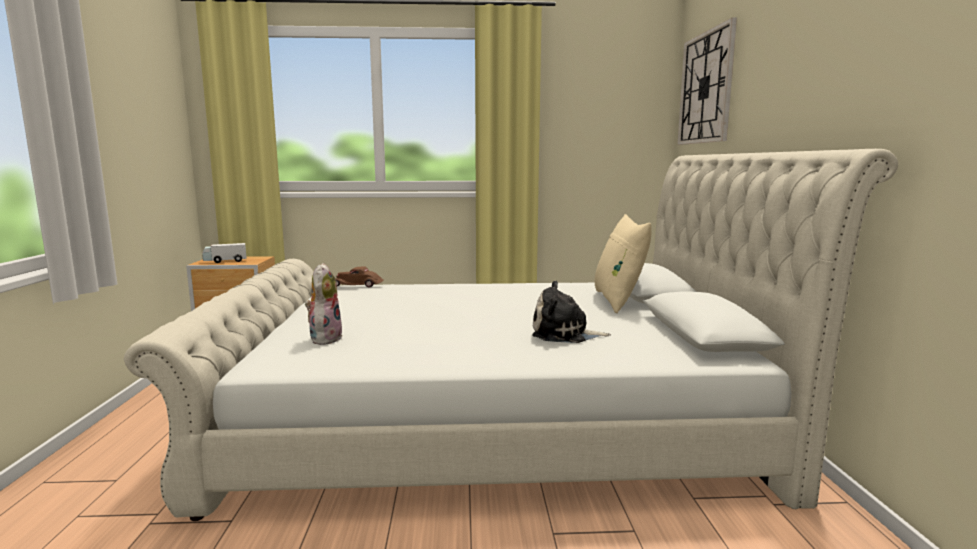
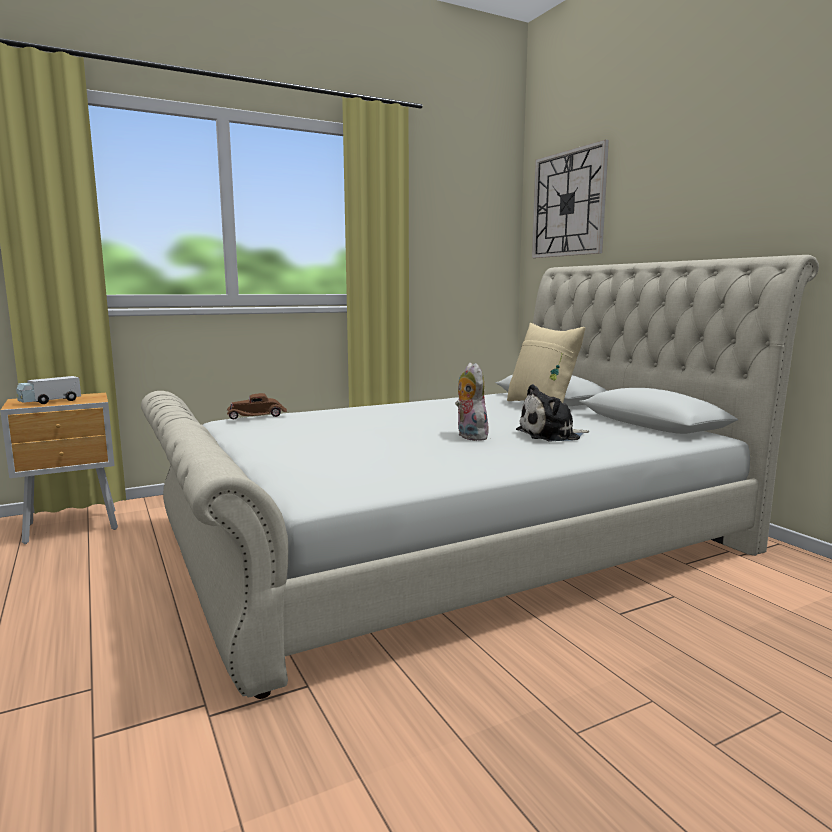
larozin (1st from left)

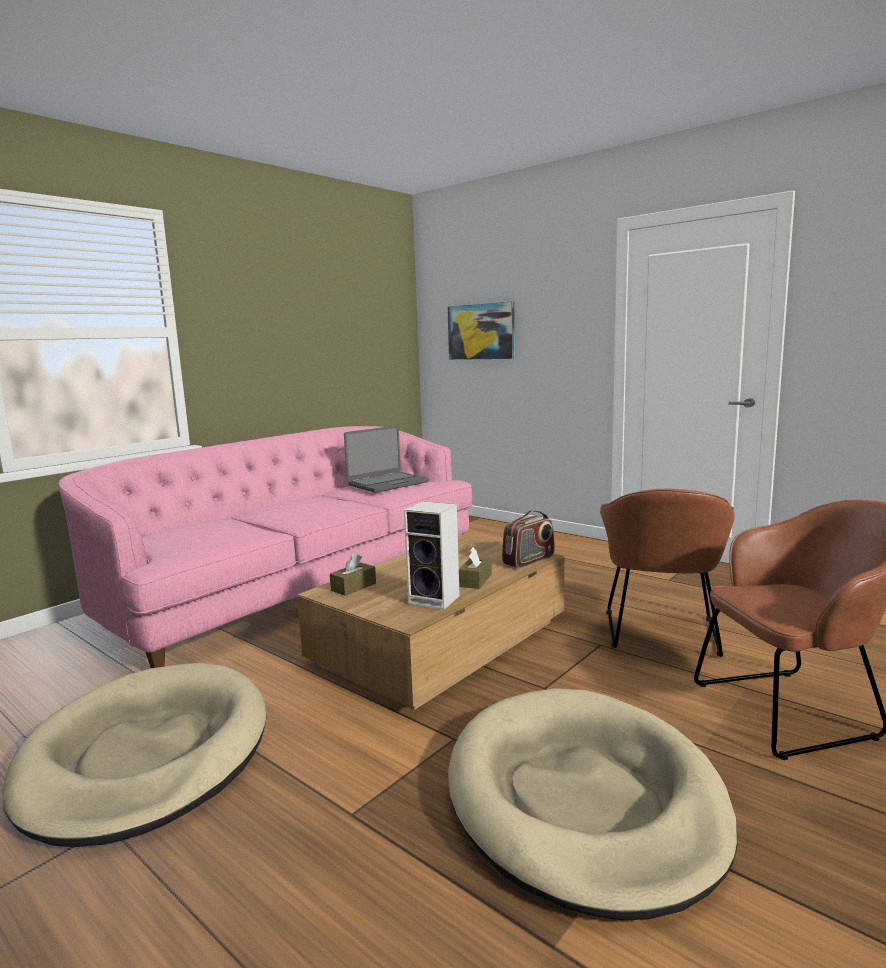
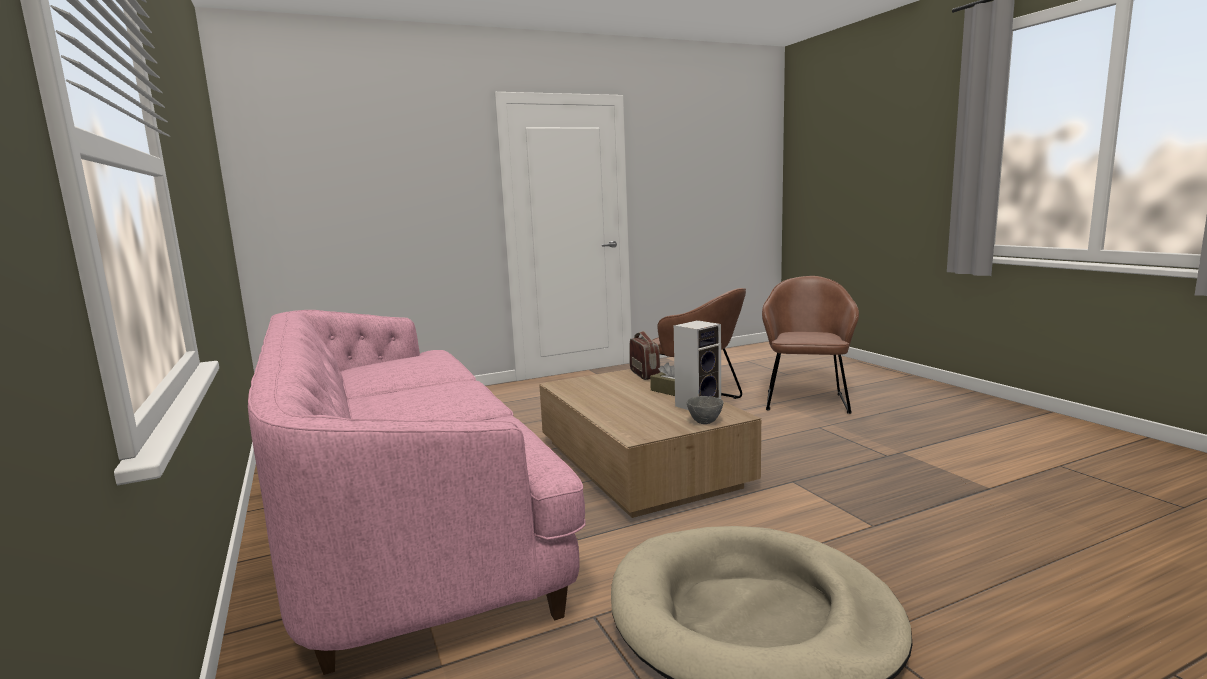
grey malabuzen
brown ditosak (1st from left in the first image)
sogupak
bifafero
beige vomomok (2nd from left in the first image)

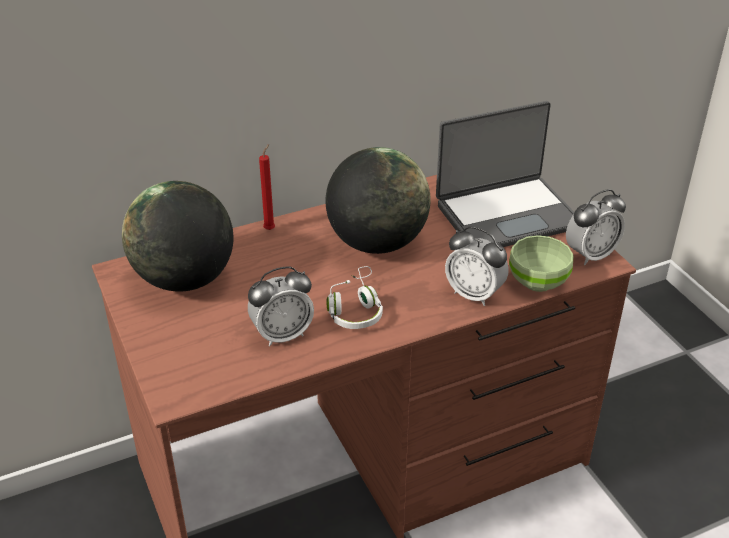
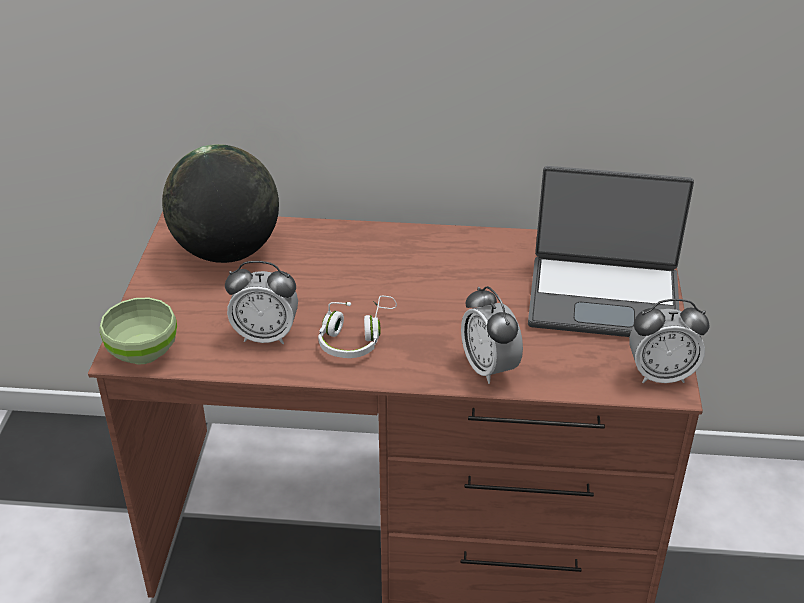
green malabuzen
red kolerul
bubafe (2nd from left in the first image)

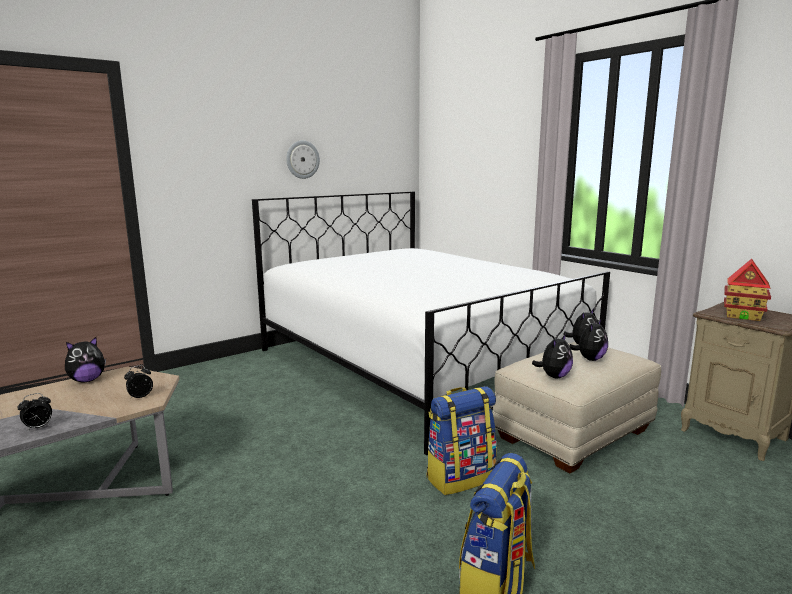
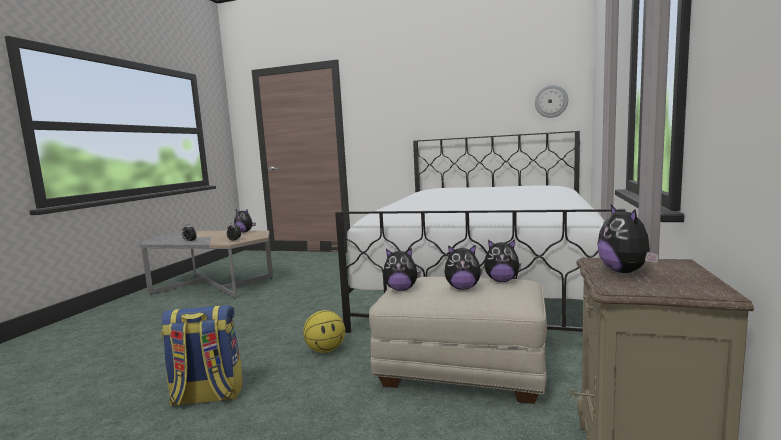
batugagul
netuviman
larozin (5th from left)

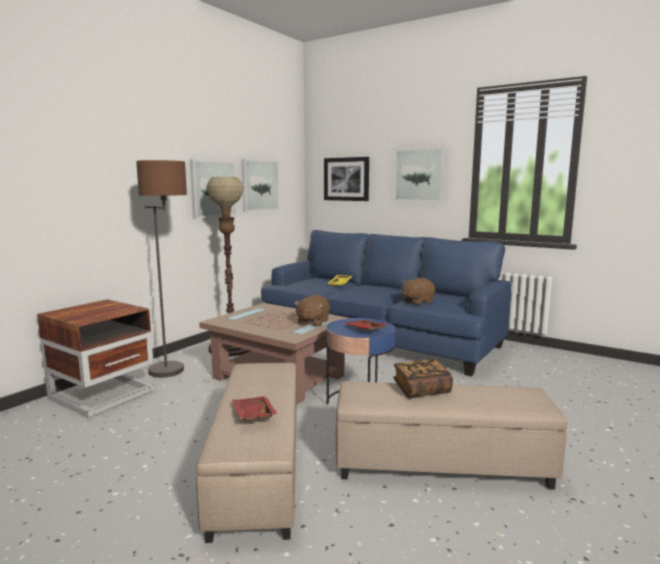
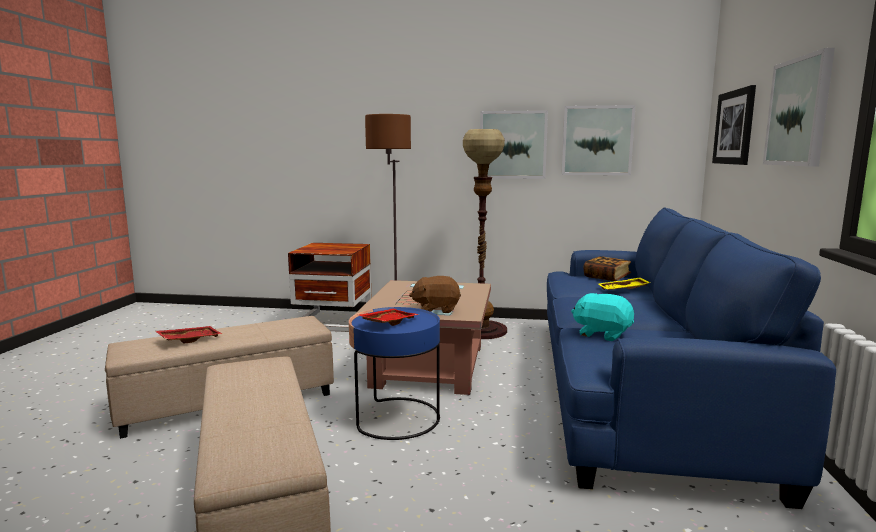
turquoise larozin
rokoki

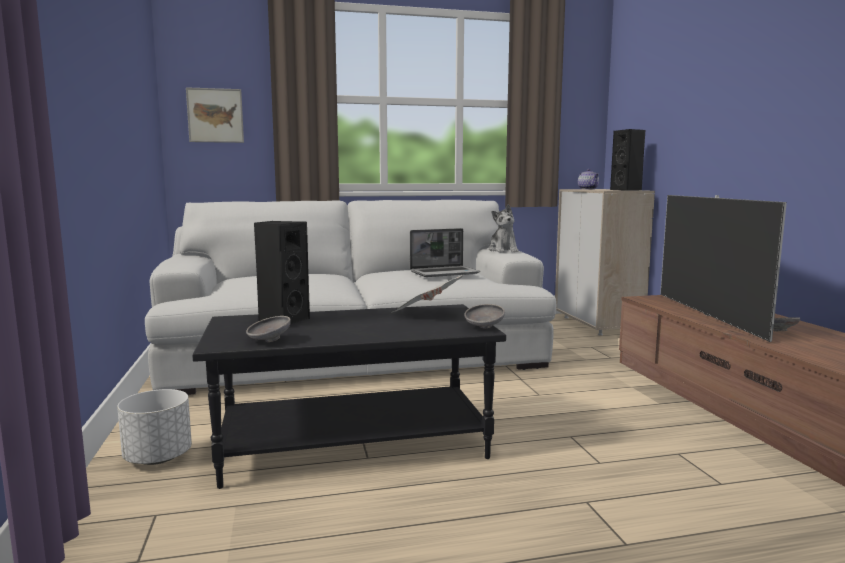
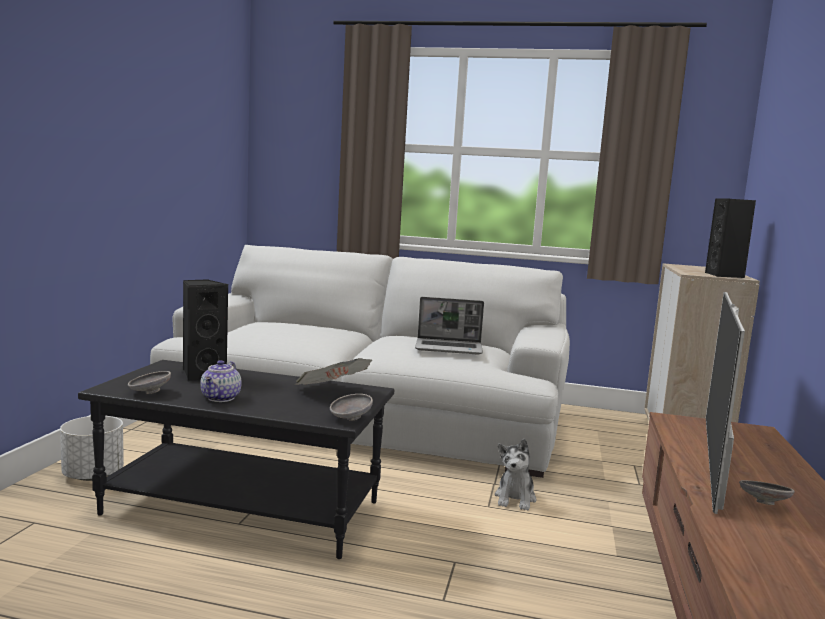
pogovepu
larozin
bifafero

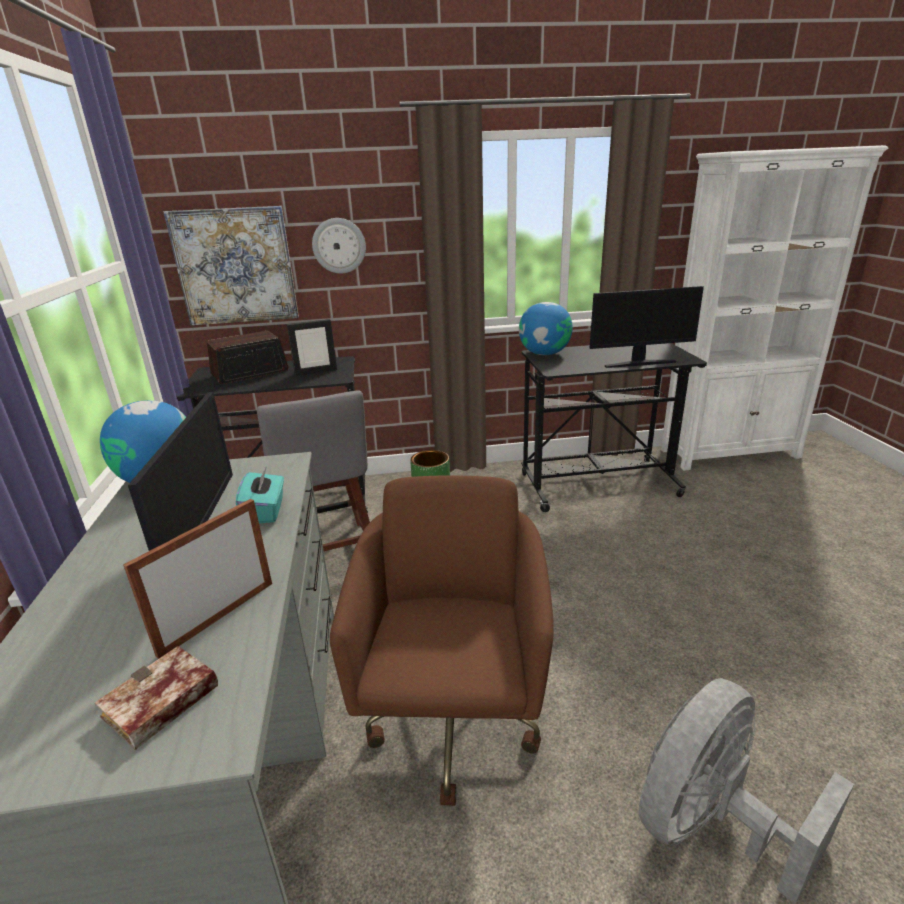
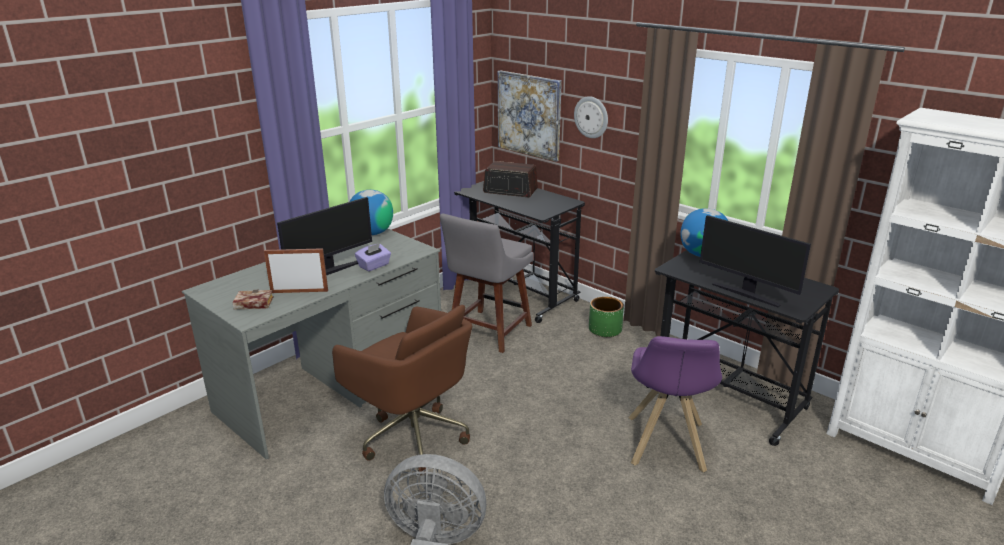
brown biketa
purple ditosak
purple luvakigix
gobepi (2nd from left in the first image)

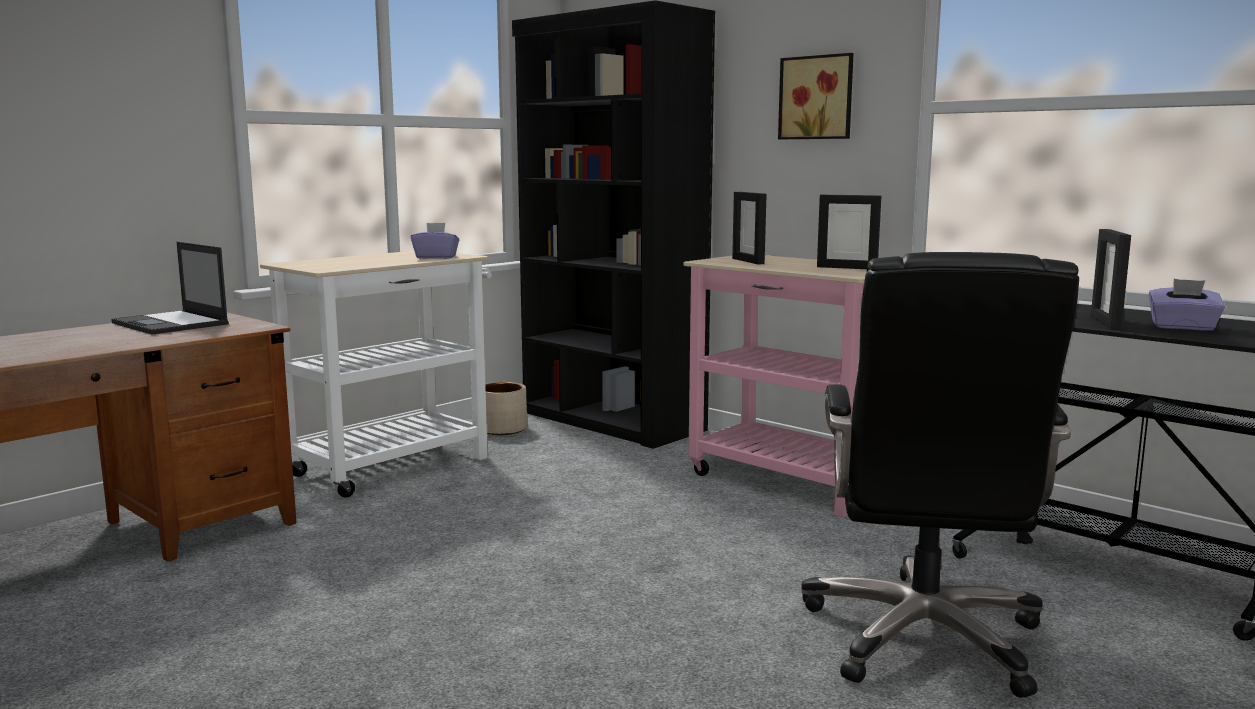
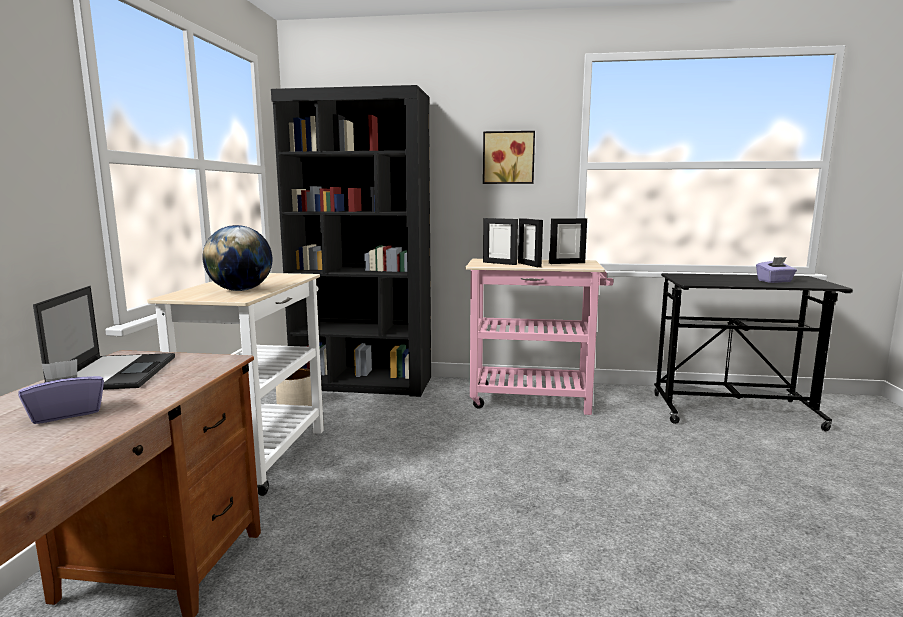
purple ditosak (1st from left)
sogupak
bubafe
gobepi (2nd from left)
black biketa

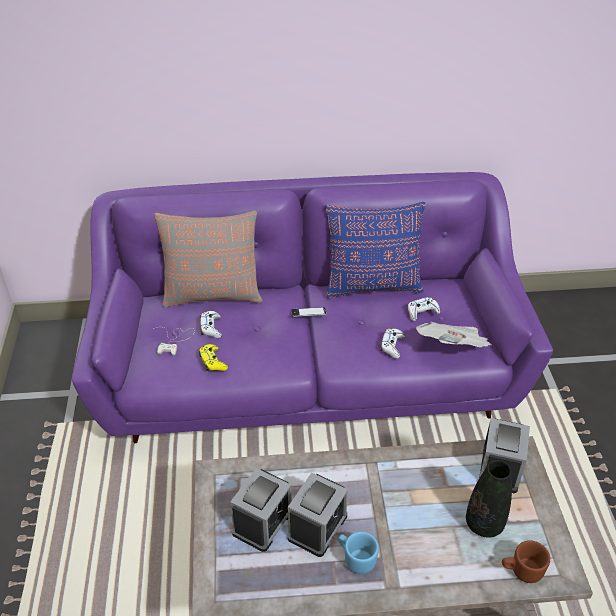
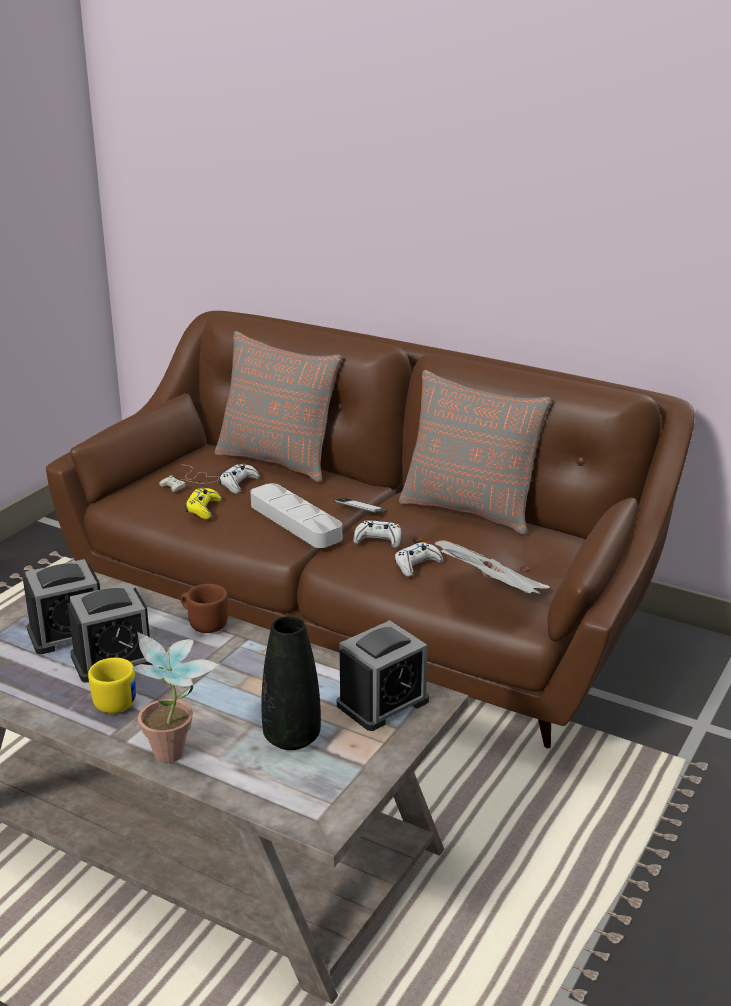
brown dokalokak
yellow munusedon
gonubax
brown munusedon
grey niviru
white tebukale (3rd from left)
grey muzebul (2nd from left)

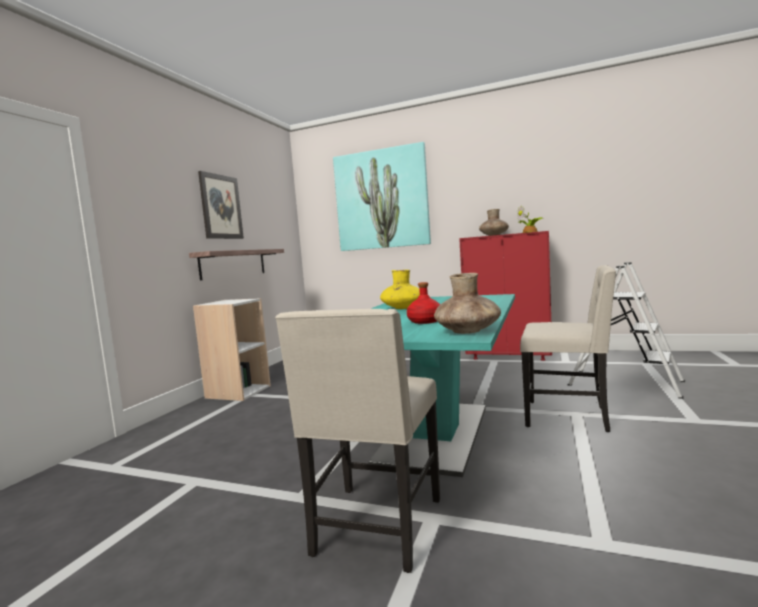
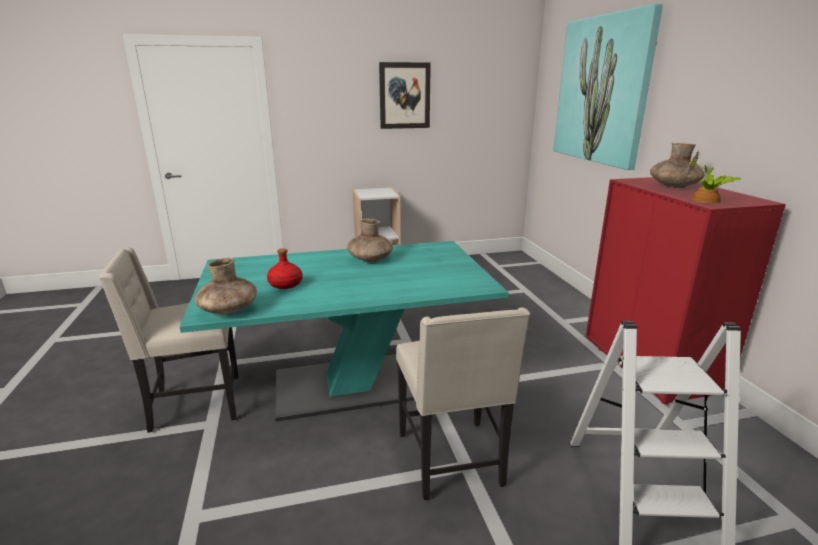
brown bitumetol (2nd from left)
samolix

